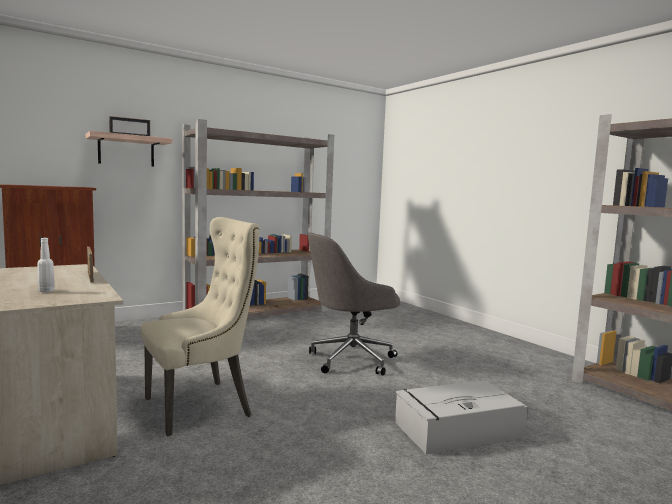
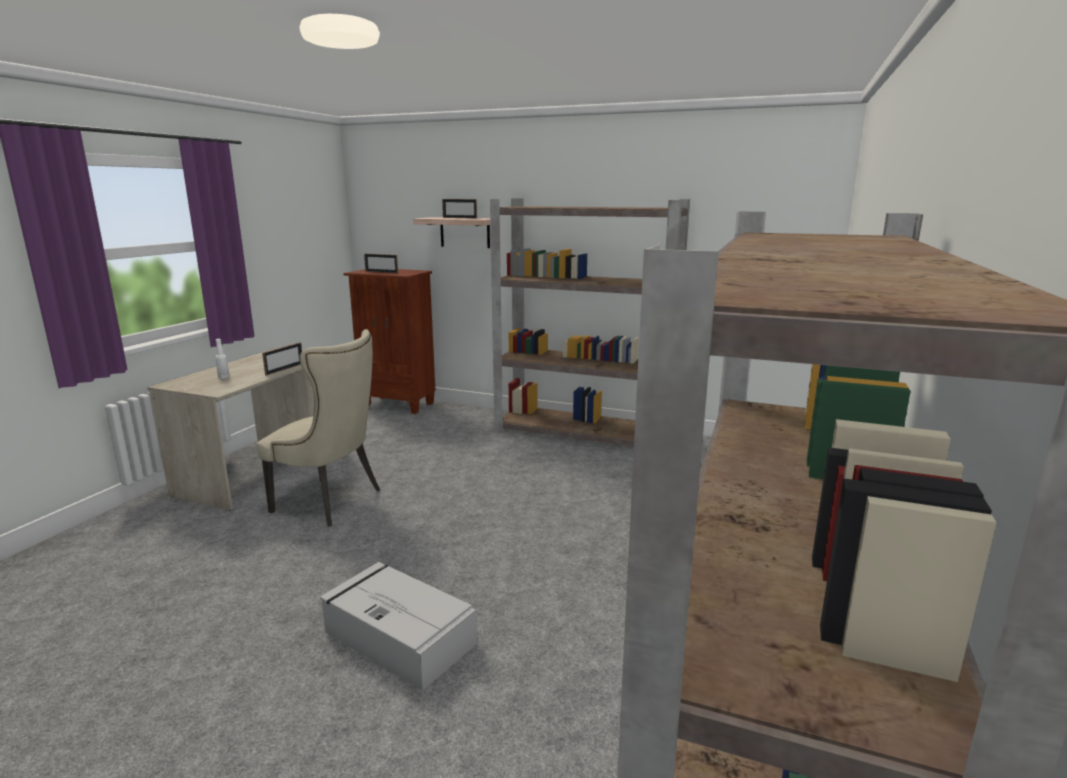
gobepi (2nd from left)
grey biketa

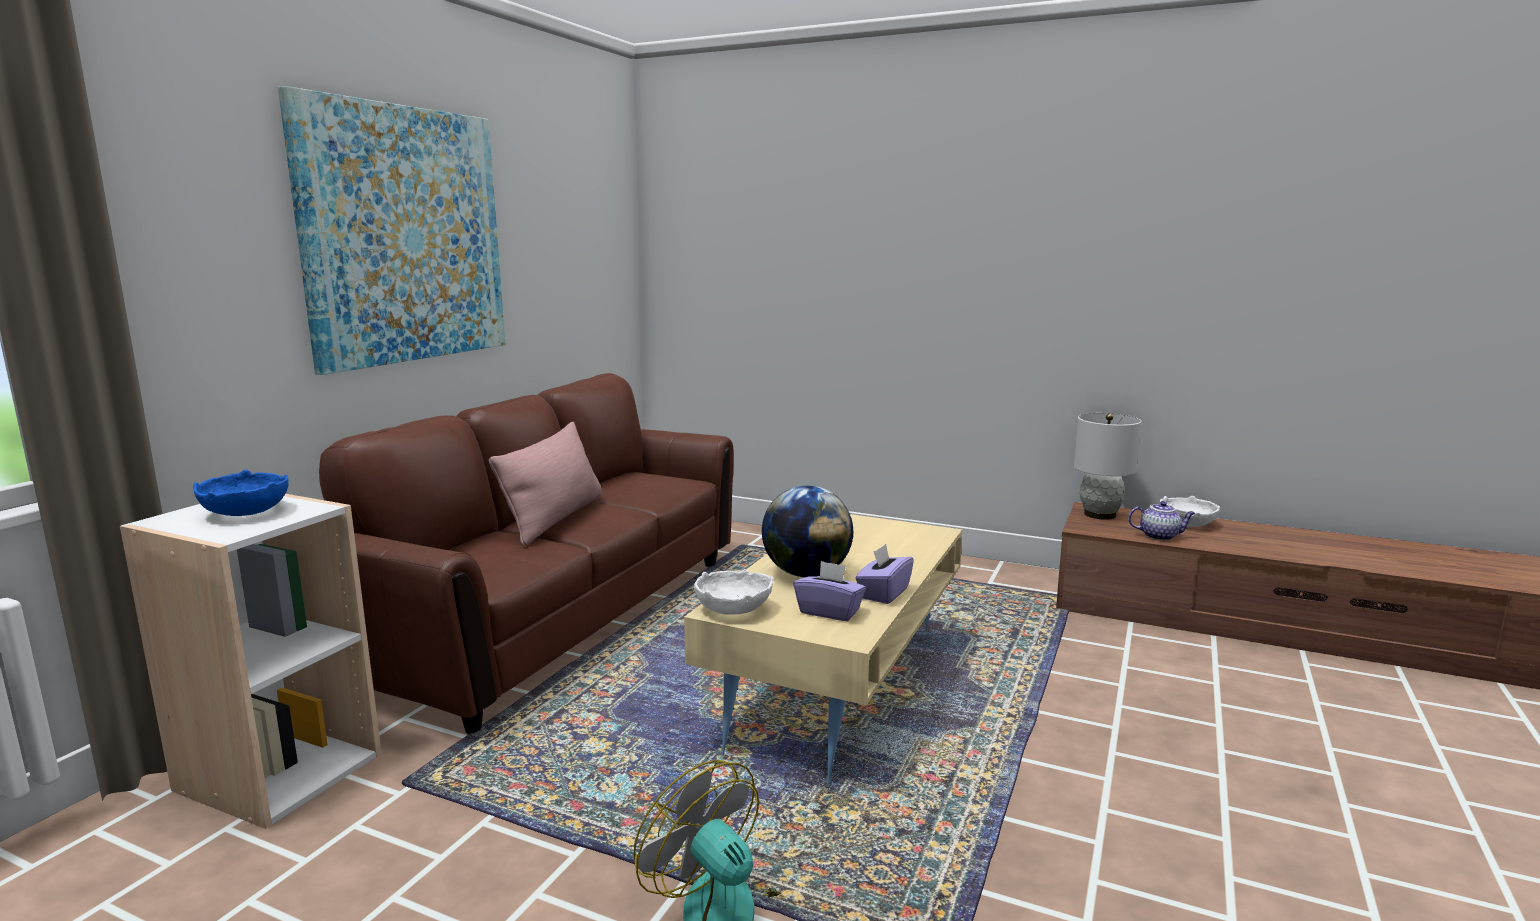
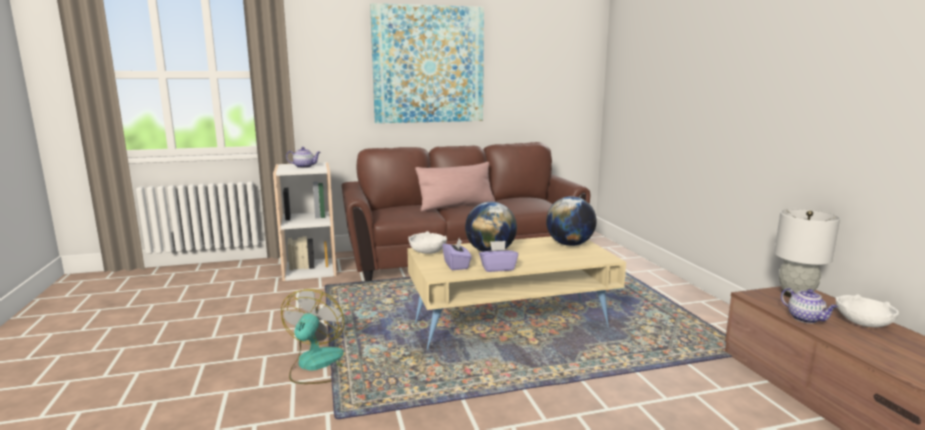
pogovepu (1st from left)
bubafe (2nd from left)

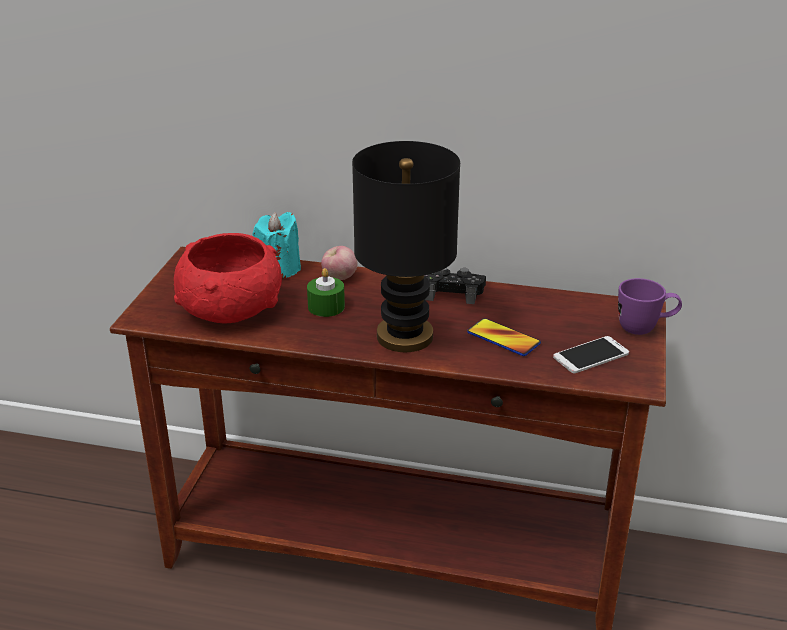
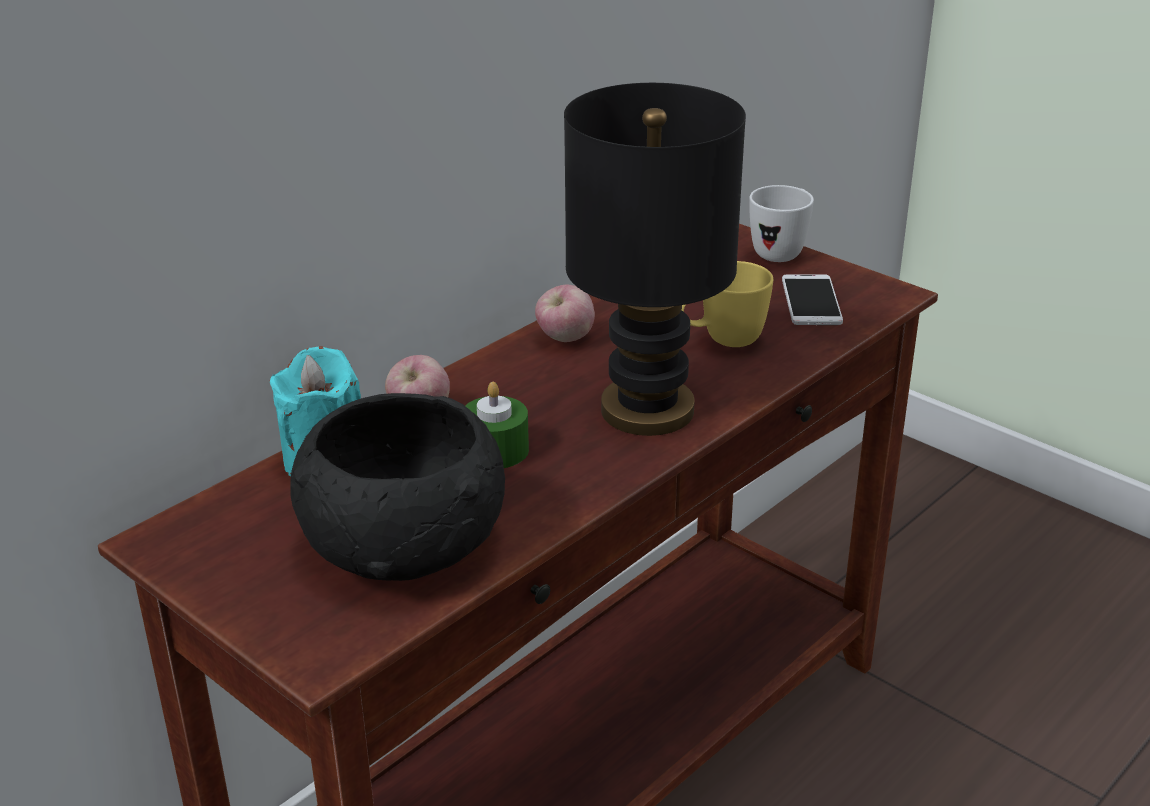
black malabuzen
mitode (2nd from left)
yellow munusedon
white munusedon

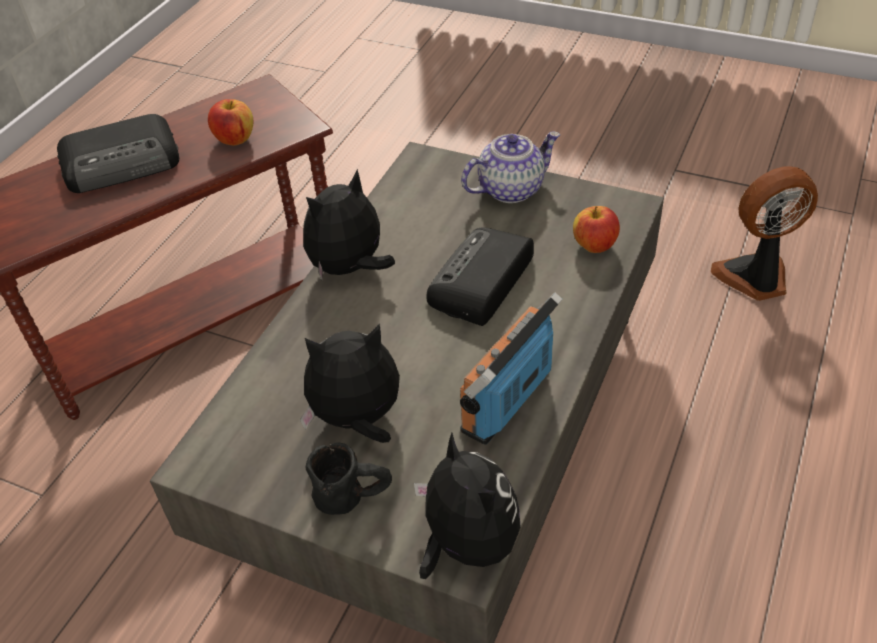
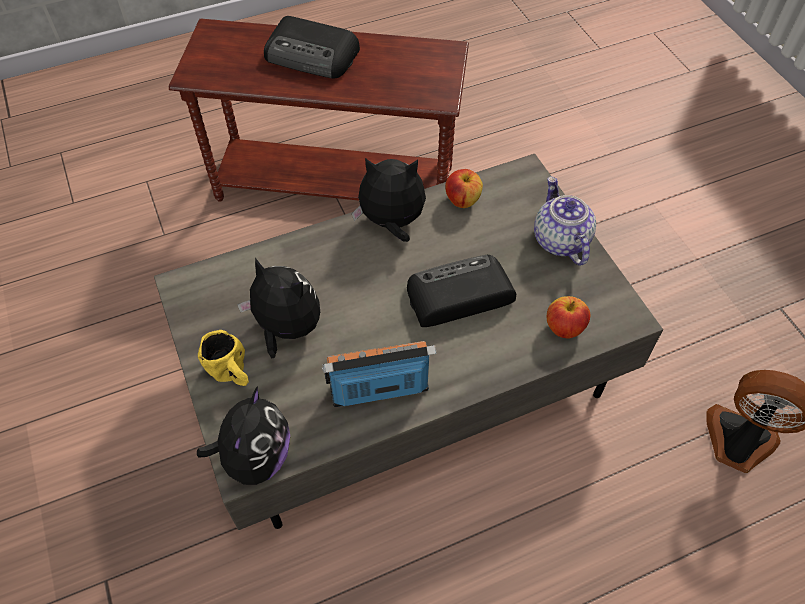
yellow munusedon
mitode (1st from left)
pogovepu

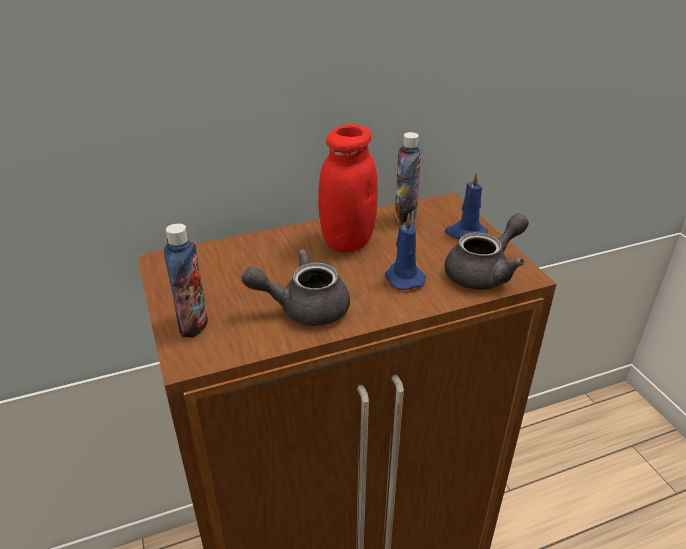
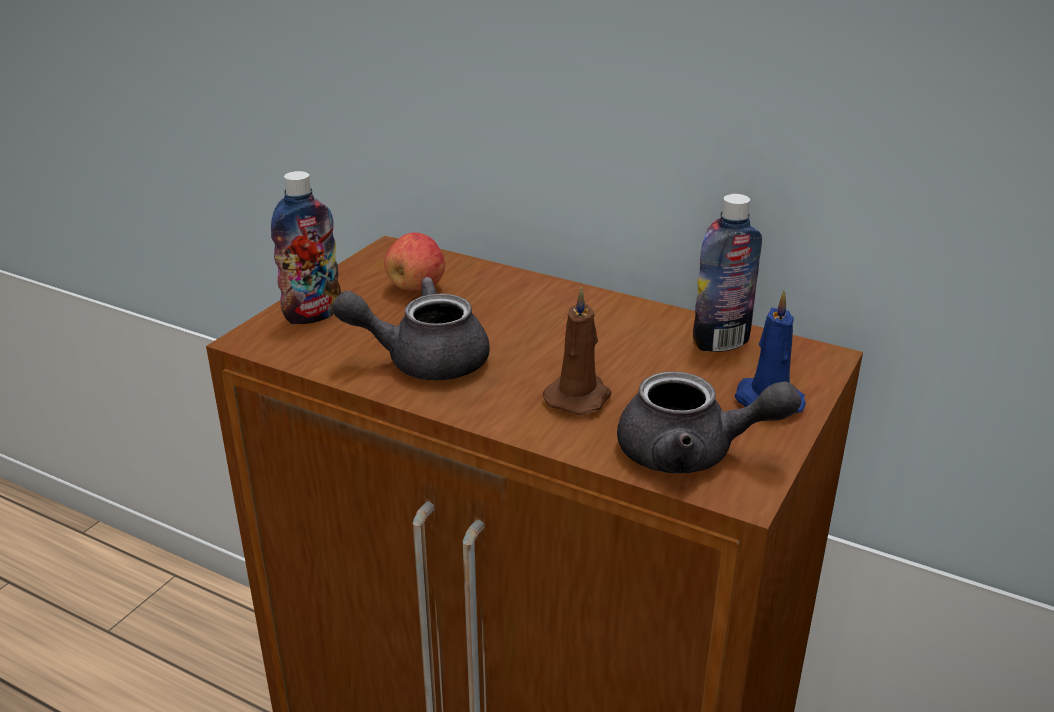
grey pogovepu (1st from left)
mitode
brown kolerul
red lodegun

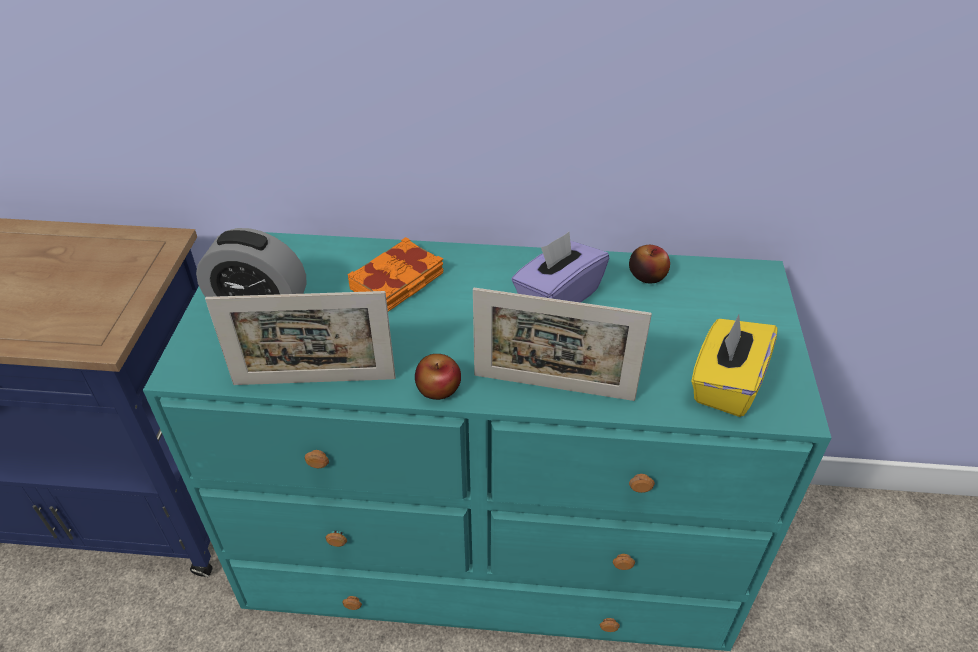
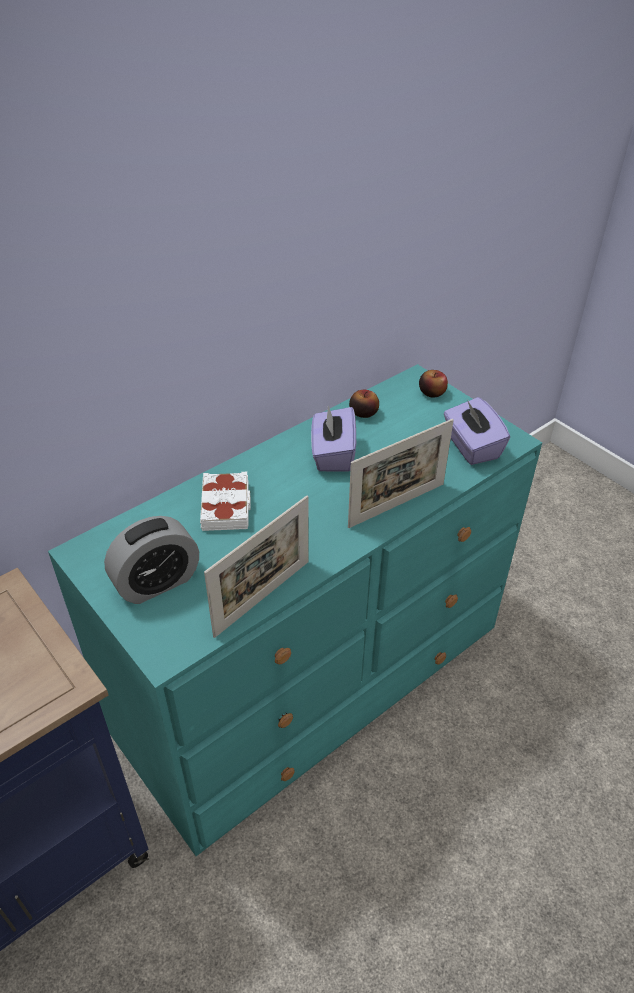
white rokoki
mitode (2nd from left)
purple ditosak (2nd from left)

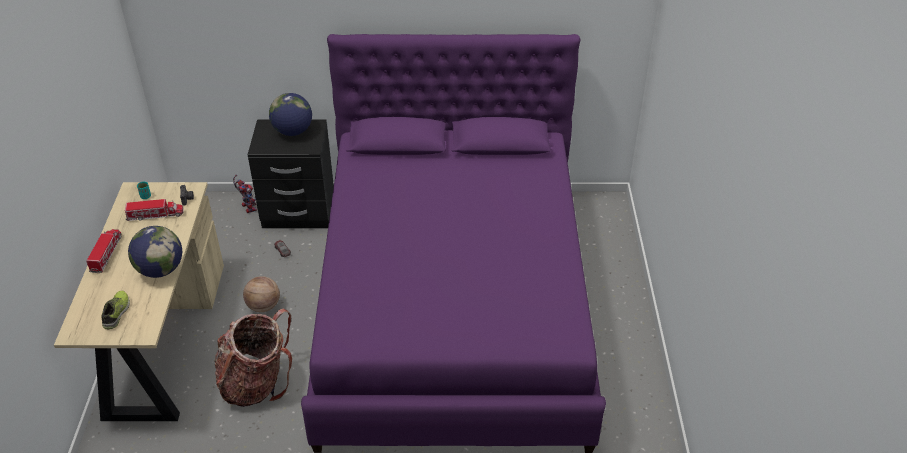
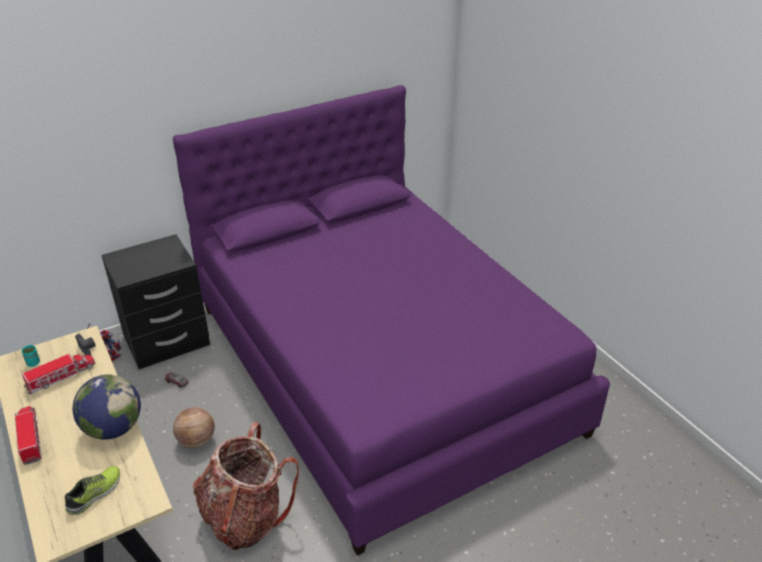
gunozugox
bubafe (2nd from left in the first image)

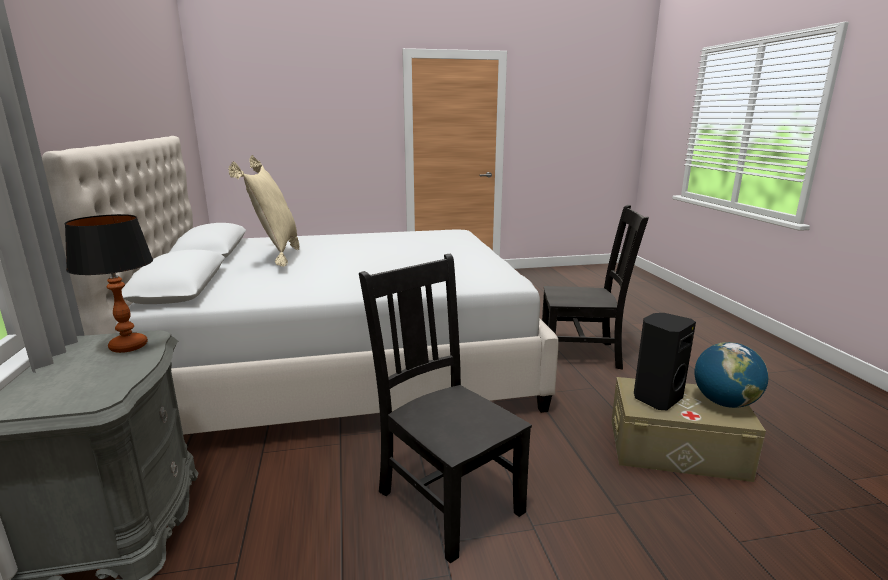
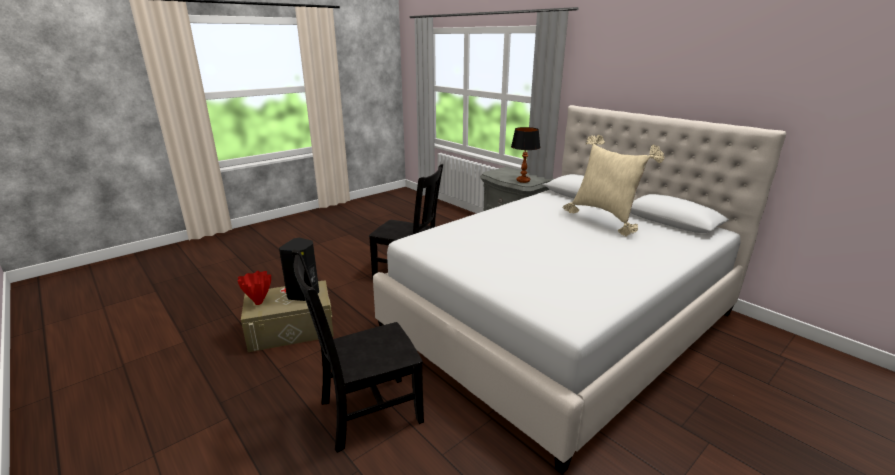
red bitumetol

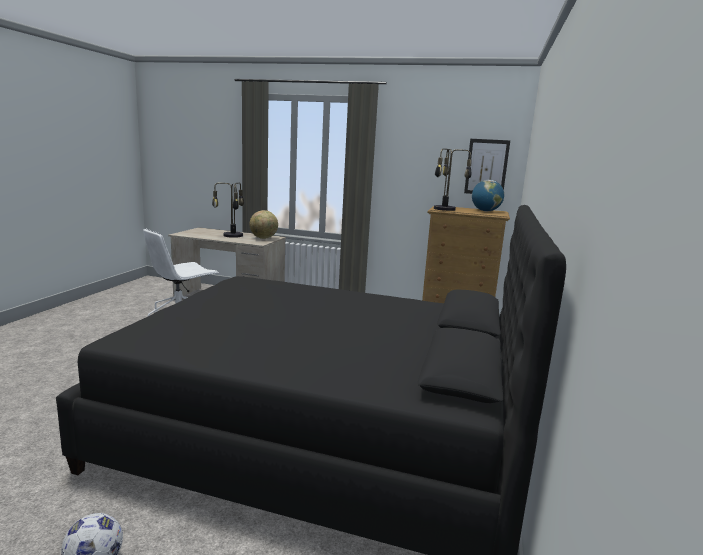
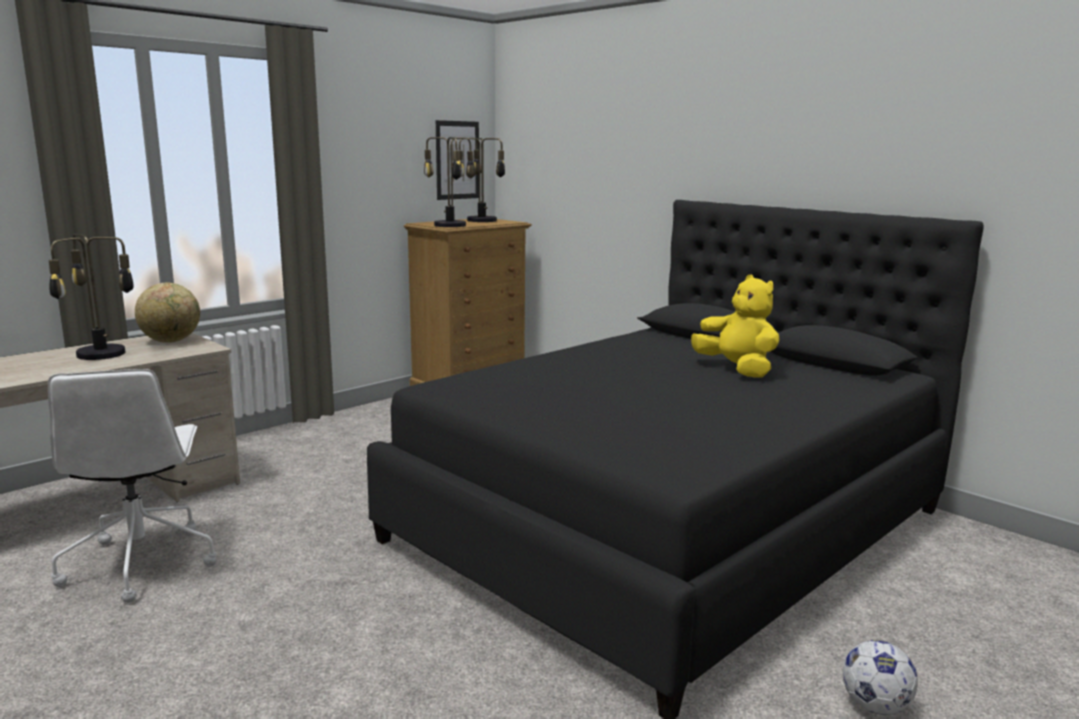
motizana (3rd from left)
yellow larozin

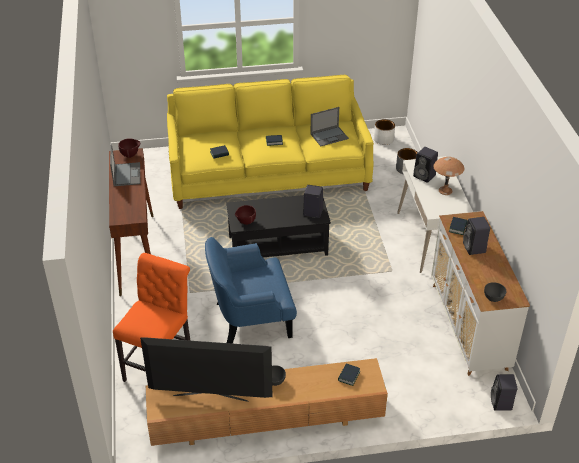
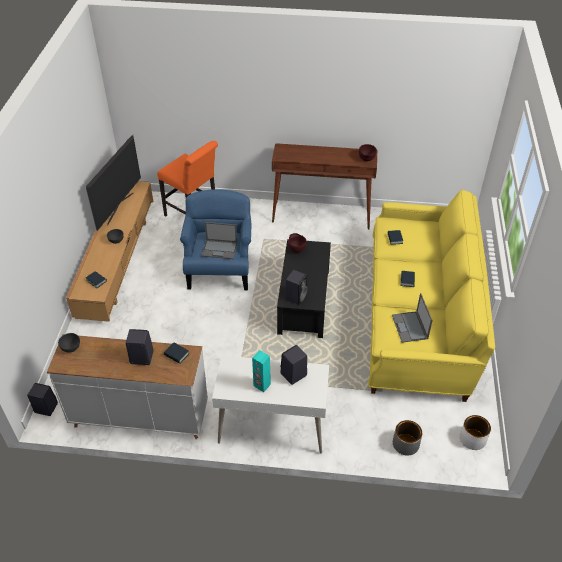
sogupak (1st from left)
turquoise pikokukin

